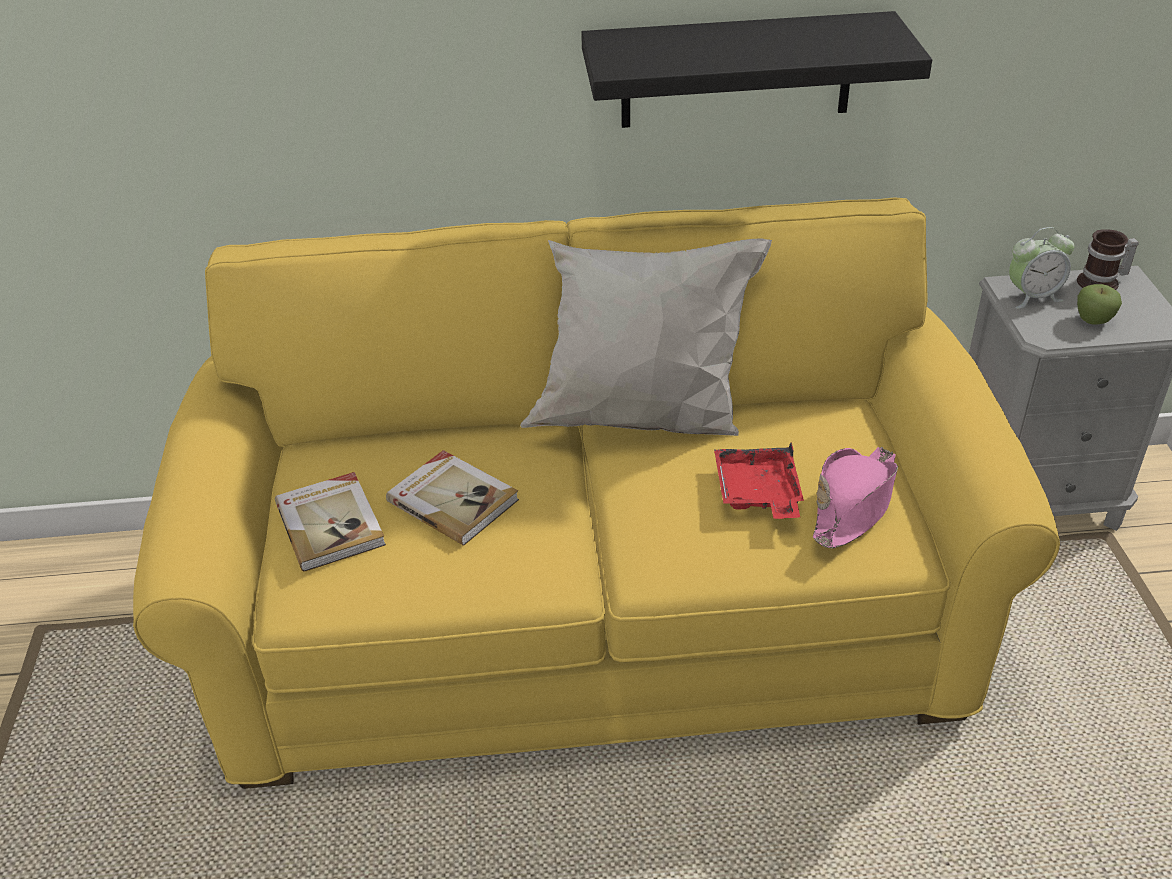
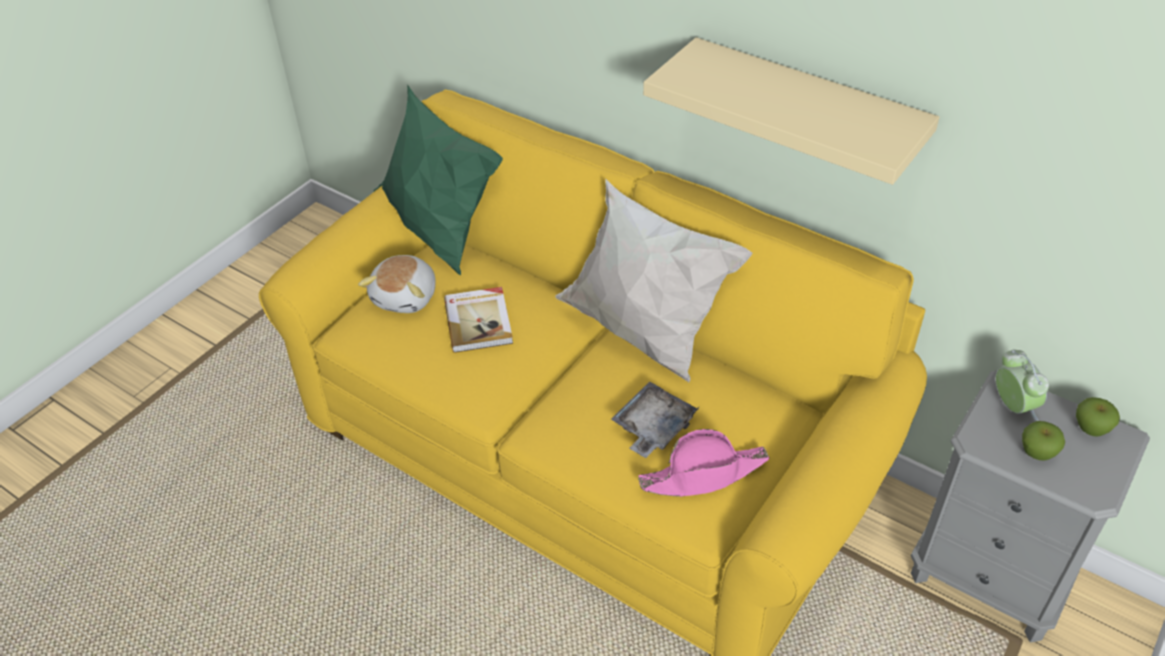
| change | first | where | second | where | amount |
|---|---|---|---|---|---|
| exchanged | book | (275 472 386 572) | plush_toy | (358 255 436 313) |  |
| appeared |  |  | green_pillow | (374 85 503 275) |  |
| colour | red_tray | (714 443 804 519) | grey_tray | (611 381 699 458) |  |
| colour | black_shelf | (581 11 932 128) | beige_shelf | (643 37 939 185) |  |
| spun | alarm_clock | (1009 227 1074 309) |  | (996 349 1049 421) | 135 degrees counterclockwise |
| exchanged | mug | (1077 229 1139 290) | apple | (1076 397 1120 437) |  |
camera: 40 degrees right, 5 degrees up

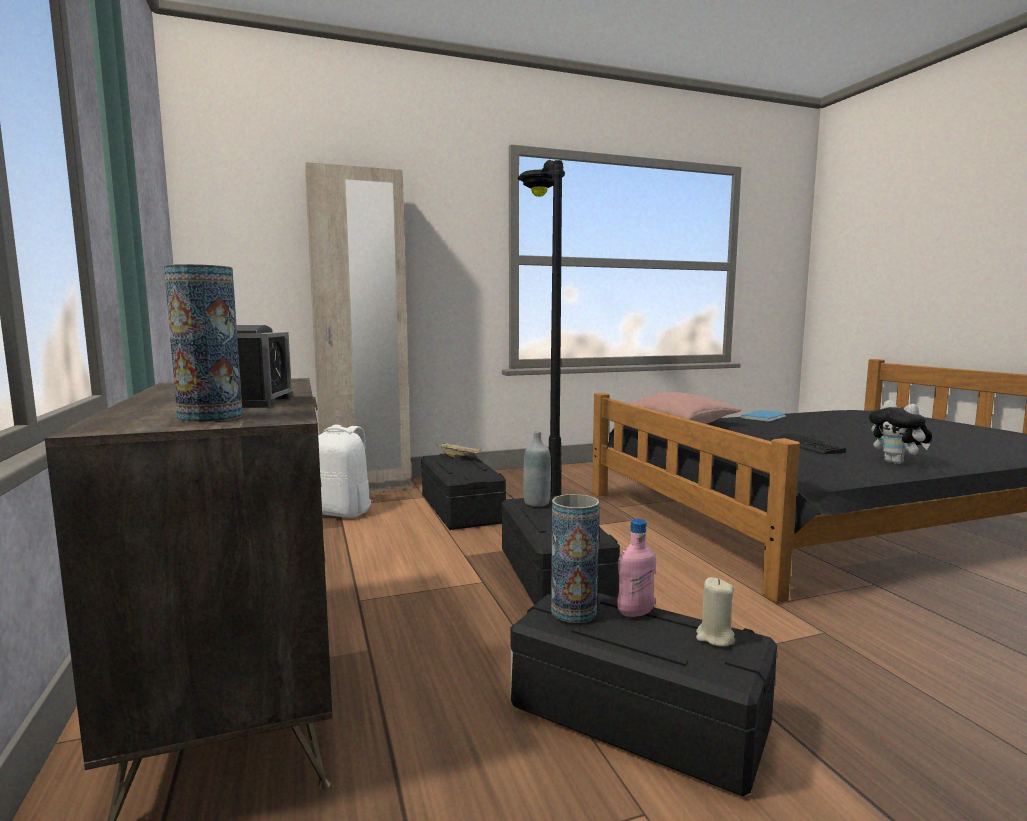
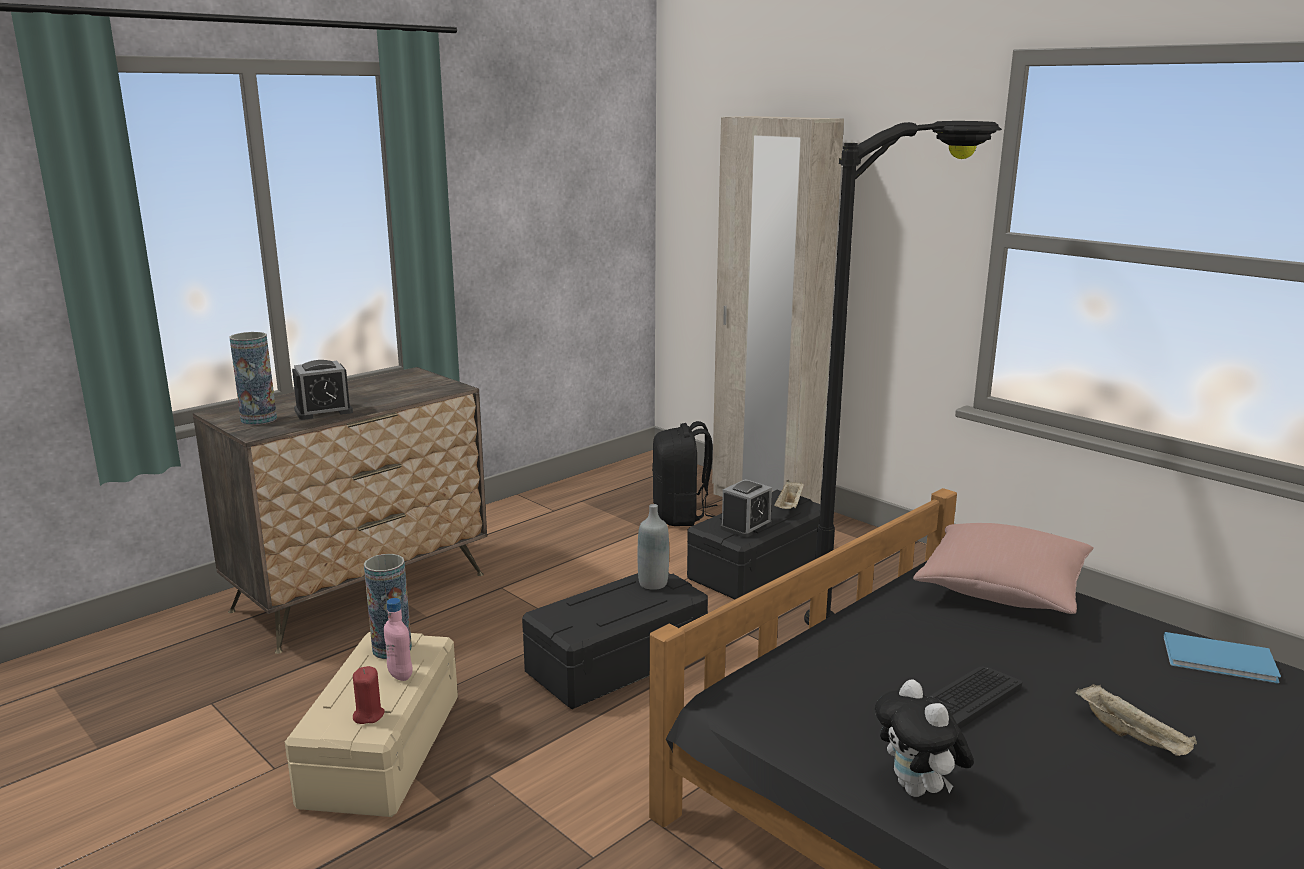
| change | first | where | second | where | amount |
|---|---|---|---|---|---|
| colour | black_storage_box | (511 593 777 796) | beige_storage_box | (285 632 458 817) |  |
| colour | beige_candle | (696 577 735 646) | red_candle | (353 666 385 724) |  |
| colour | white_backpack | (318 425 372 518) | black_backpack | (652 421 718 526) |  |
| appeared |  |  | alarm_clock | (720 479 772 538) |  |
| spun | plush_toy | (869 400 932 464) |  | (875 680 974 797) | 60 degrees counterclockwise |
| appeared |  |  | beige_tray | (1076 684 1197 756) |  |
camera: 65 degrees right, 10 degrees up

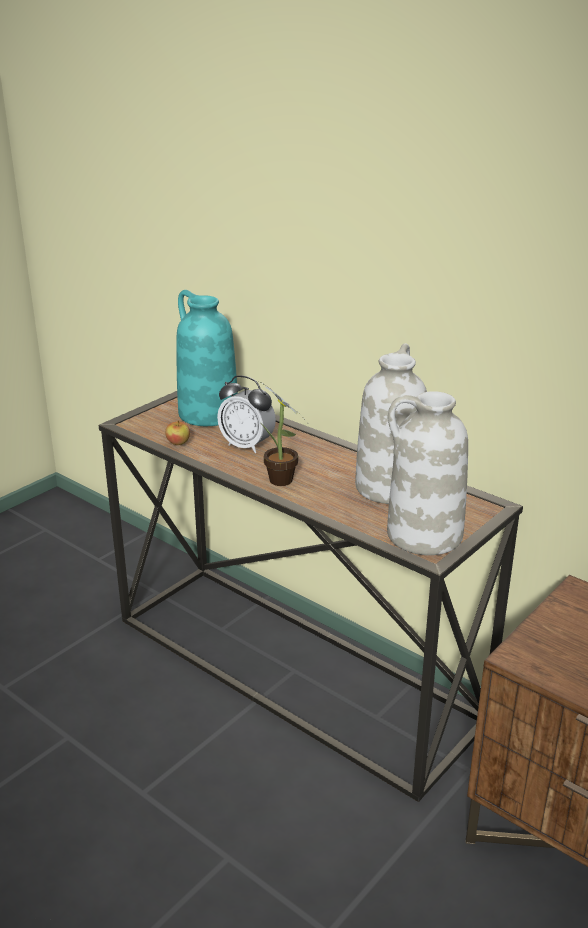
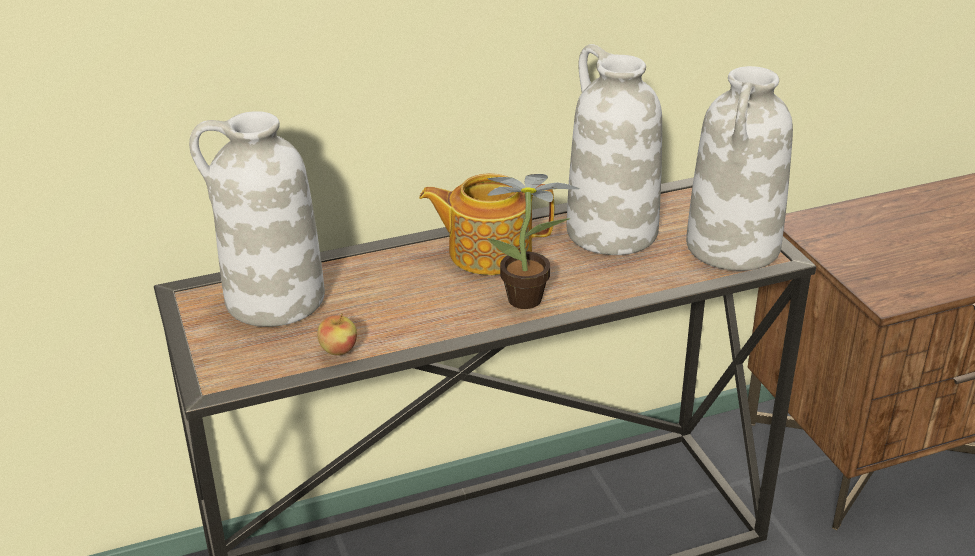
| change | first | where | second | where | amount |
|---|---|---|---|---|---|
| colour | turquoise_vase | (176 290 238 426) | white_vase | (189 111 325 327) |  |
| appeared |  |  | teapot | (419 173 554 275) |  |
| missing | alarm_clock | (217 375 276 453) |  |  |  |
camera: 60 degrees left, 5 degrees up

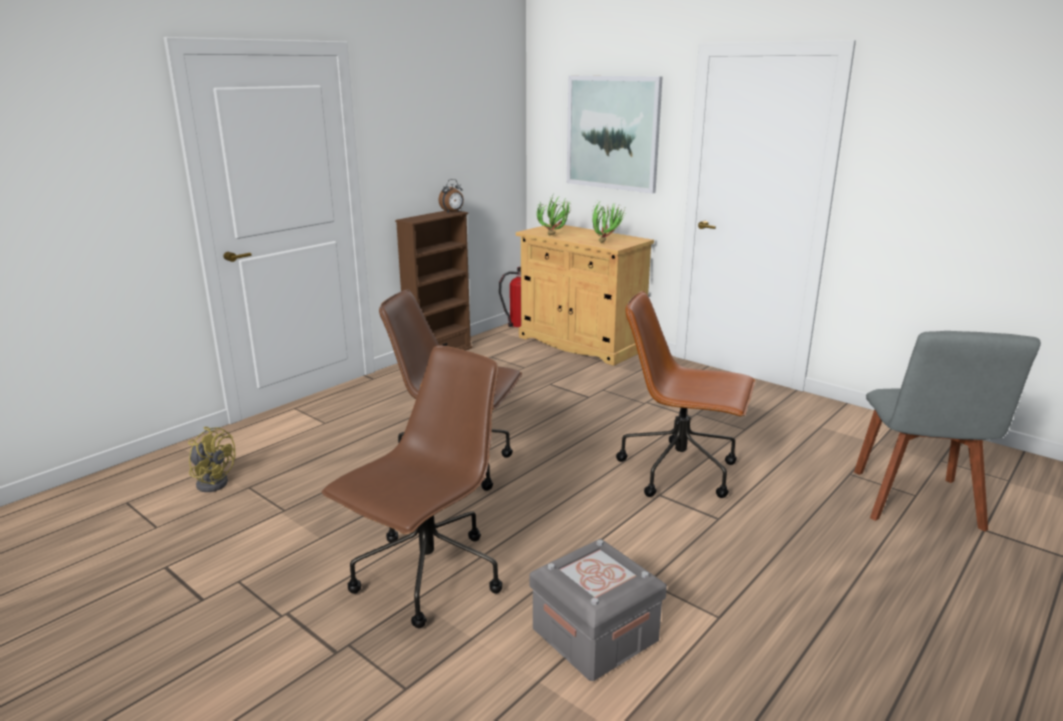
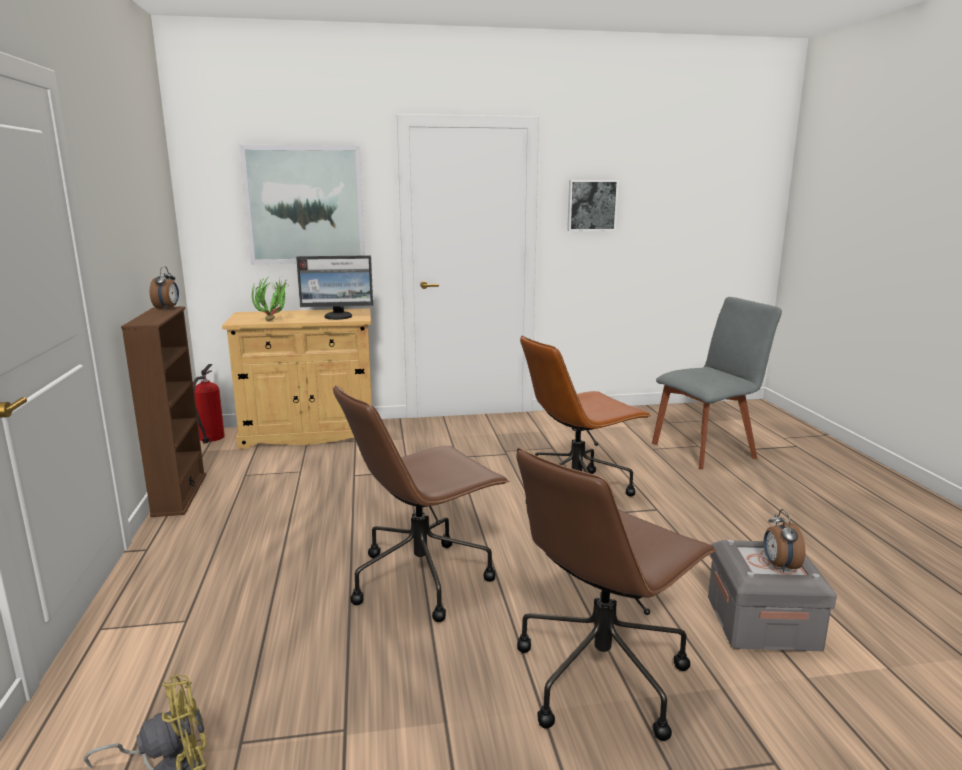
| change | first | where | second | where | amount |
|---|---|---|---|---|---|
| exchanged | potted_plant | (592 201 626 243) | monitor | (296 255 373 320) |  |
| spun | brown_office_chair | (322 345 502 628) |  | (516 448 717 741) | 120 degrees counterclockwise |
| appeared |  |  | picture | (567 180 619 231) |  |
| spun | grey_chair | (854 331 1041 532) |  | (652 297 782 469) | 75 degrees counterclockwise |
| appeared |  |  | alarm_clock | (764 509 805 573) |  |
camera: 50 degrees left, 5 degrees down

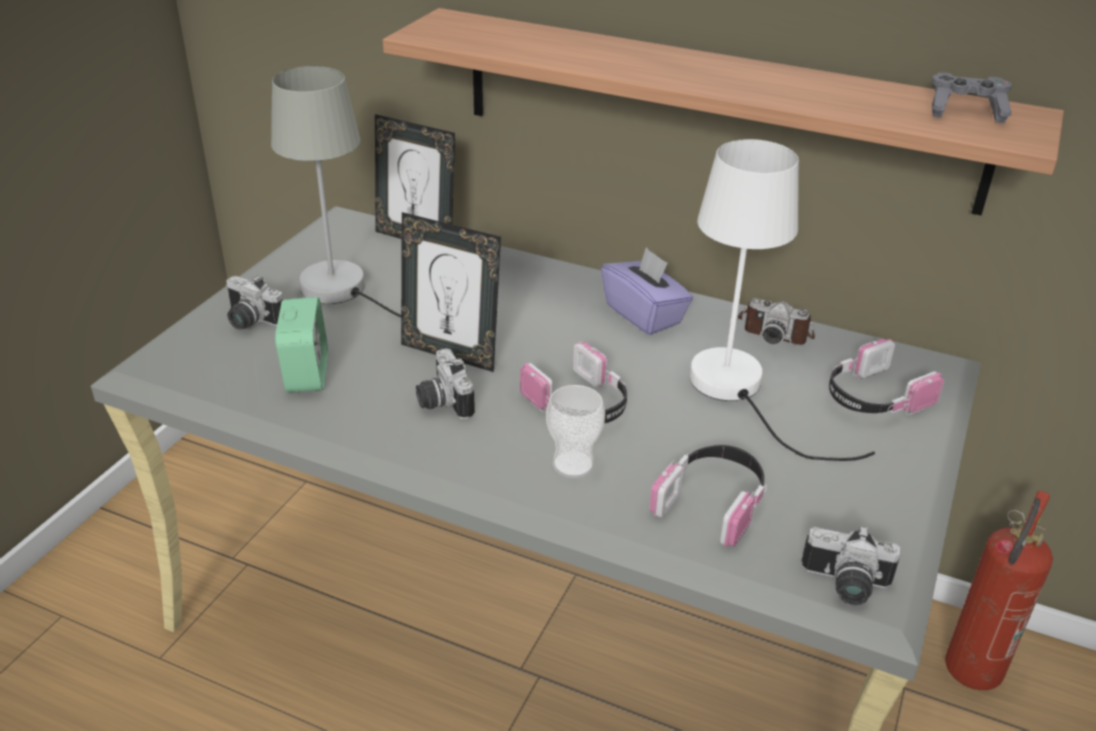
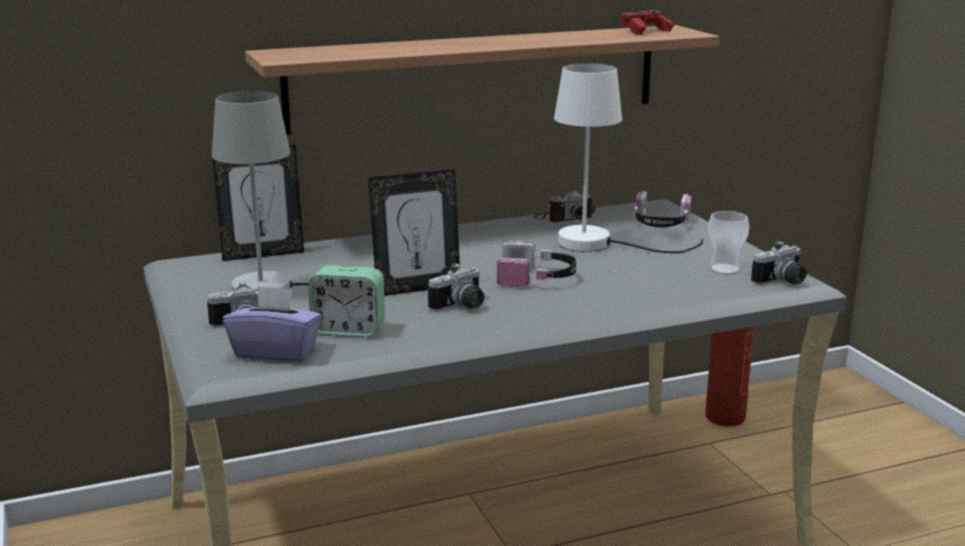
| change | first | where | second | where | amount |
|---|---|---|---|---|---|
| relocated | purple_tissue_box | (601 247 693 335) |  | (223 286 322 362) |  |
| spun | alarm_clock | (275 297 328 392) |  | (309 265 385 337) | 150 degrees clockwise |
| spun | photo_camera | (416 348 475 420) |  | (428 263 484 312) | 60 degrees counterclockwise |
| colour | grey_game_controller | (932 72 1012 123) | red_game_controller | (620 10 674 35) |  |
| relocated | cup | (546 385 605 478) |  | (708 211 749 275) |  |
| missing | headphones | (650 445 767 547) |  |  |  |
camera: 45 degrees left, 15 degrees down

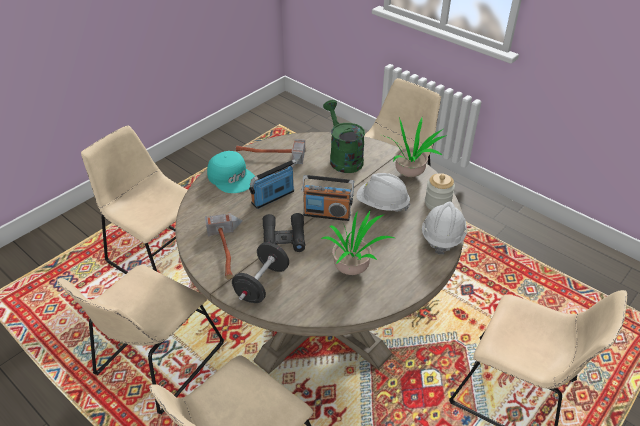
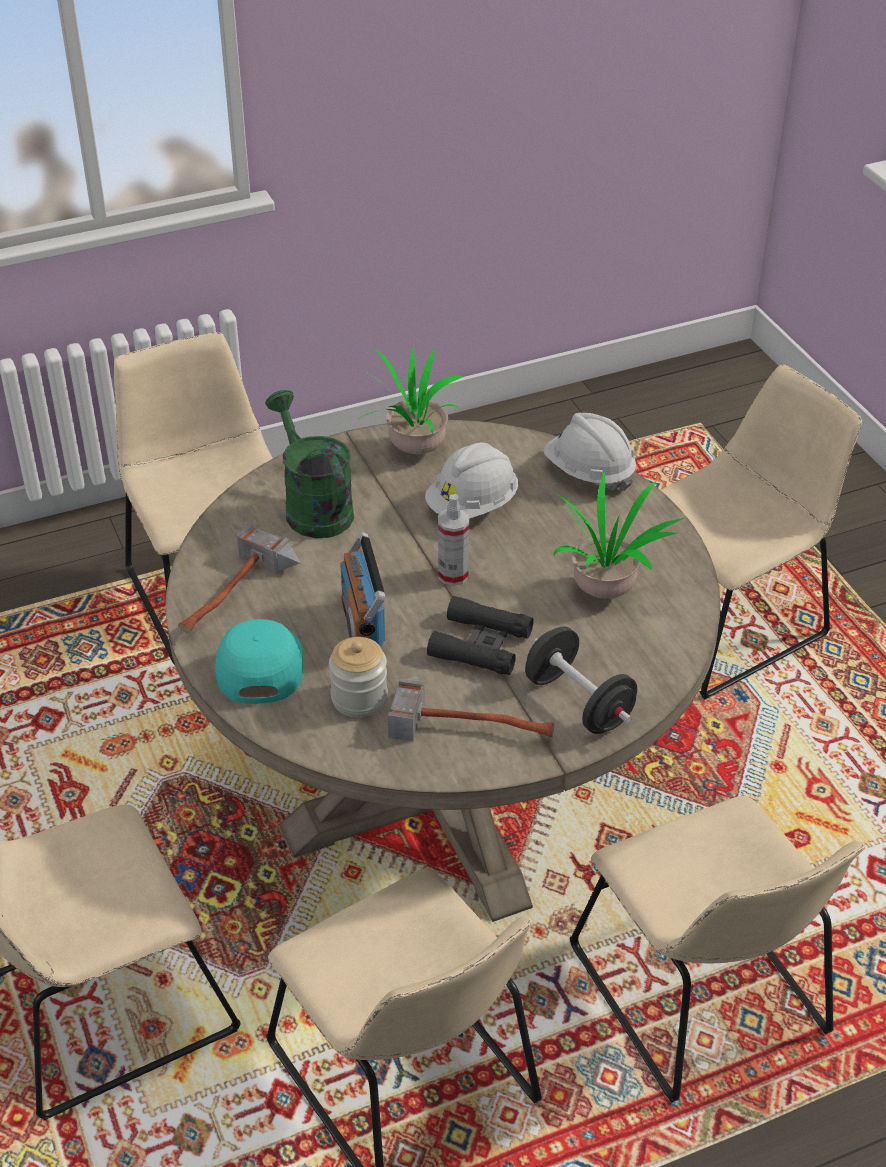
| change | first | where | second | where | amount |
|---|---|---|---|---|---|
| spun | turquoise_cap | (207 151 255 193) |  | (215 619 303 704) | 75 degrees counterclockwise |
| spun | green_watering_can | (323 100 365 173) |  | (265 390 354 538) | 60 degrees clockwise |
| relocated | jar | (425 173 455 210) |  | (329 637 388 718) |  |
| exchanged | radio | (302 175 354 221) | spray_bottle | (438 494 469 586) |  |
camera: 65 degrees left, 0 degrees up

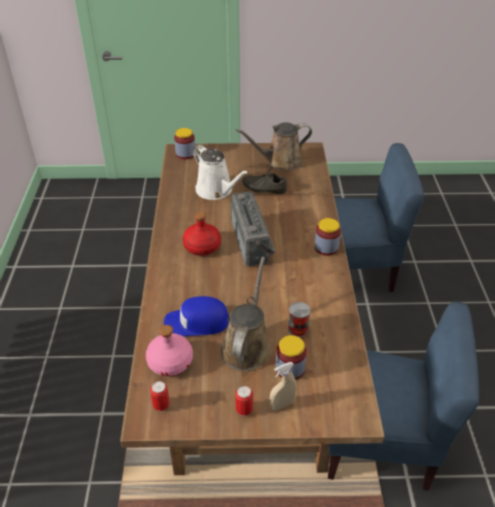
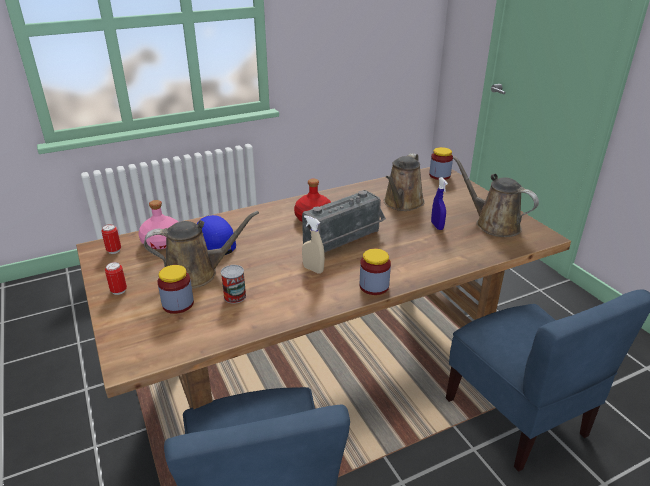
| change | first | where | second | where | amount |
|---|---|---|---|---|---|
| relocated | beige_spray_bottle | (270 362 296 411) |  | (302 215 325 274) |  |
| colour | white_watering_can | (193 145 249 200) | brown_watering_can | (383 153 425 211) |  |
| exchanged | grey_shoe | (242 165 287 194) | blue_spray_bottle | (431 177 448 230) |  |
camera: 65 degrees right, 10 degrees down

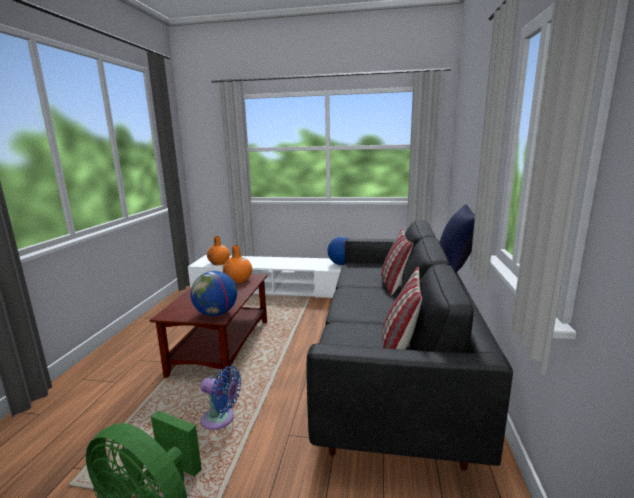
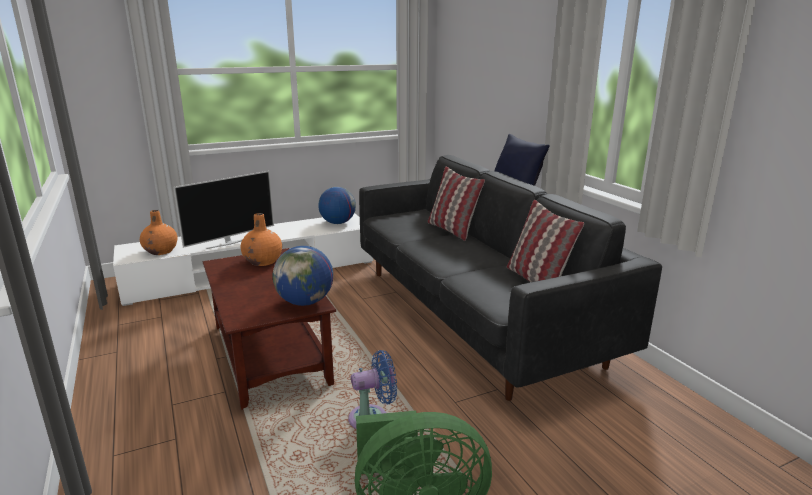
| change | first | where | second | where | amount |
|---|---|---|---|---|---|
| appeared |  |  | television | (173 171 274 249) |  |
camera: 35 degrees left, 5 degrees up

